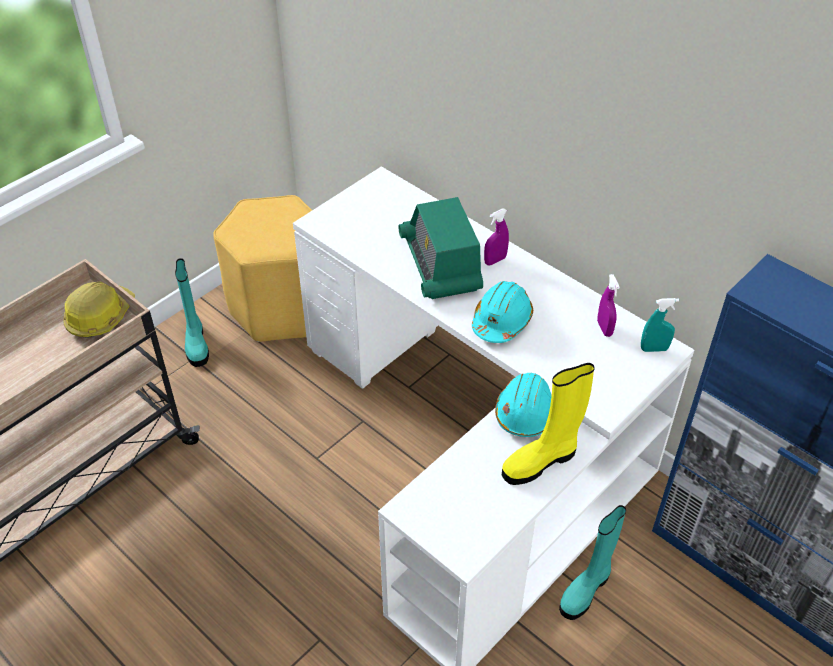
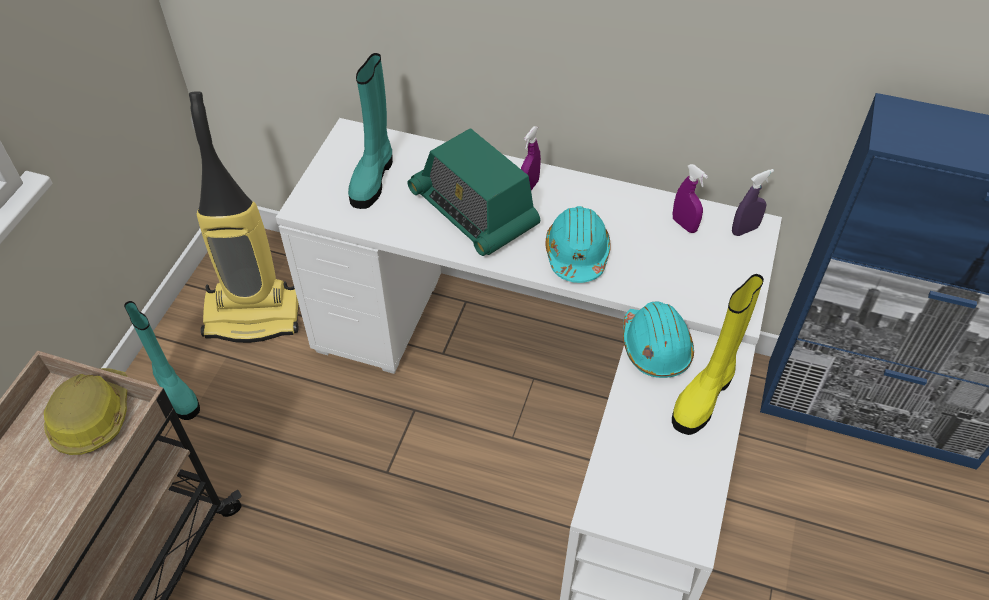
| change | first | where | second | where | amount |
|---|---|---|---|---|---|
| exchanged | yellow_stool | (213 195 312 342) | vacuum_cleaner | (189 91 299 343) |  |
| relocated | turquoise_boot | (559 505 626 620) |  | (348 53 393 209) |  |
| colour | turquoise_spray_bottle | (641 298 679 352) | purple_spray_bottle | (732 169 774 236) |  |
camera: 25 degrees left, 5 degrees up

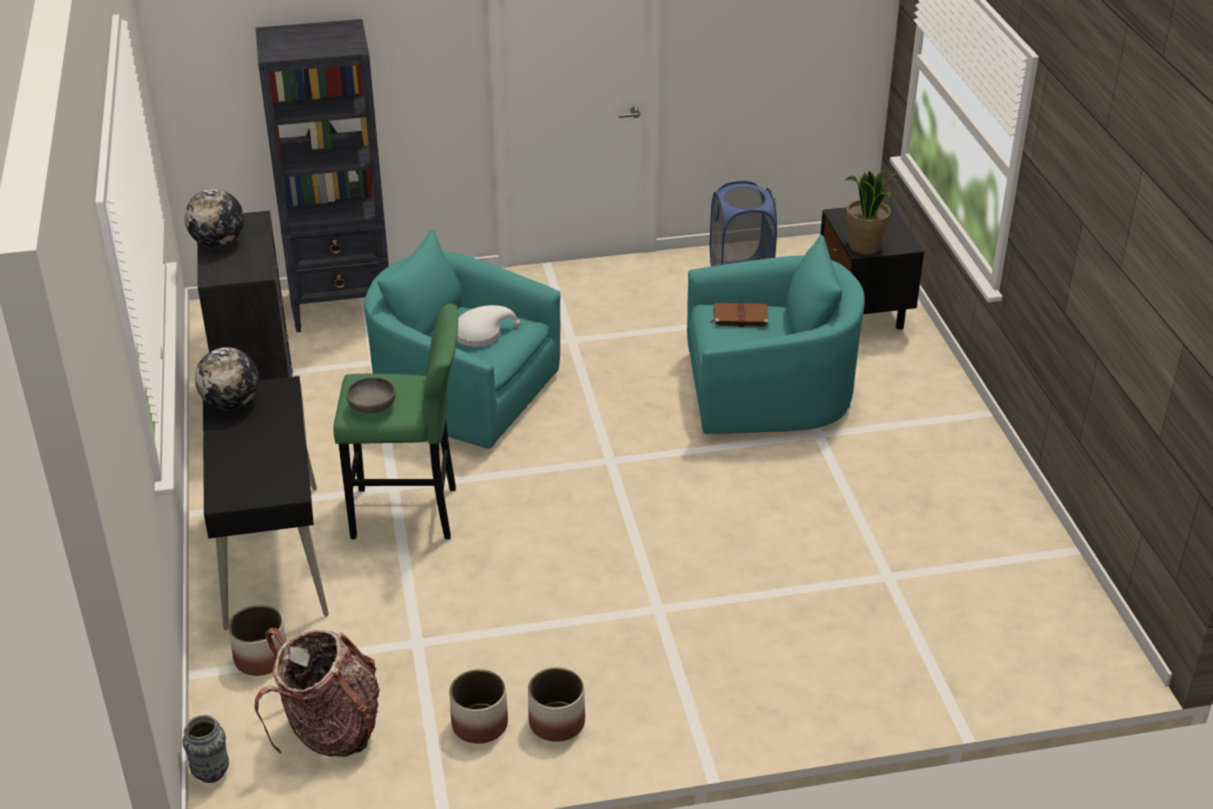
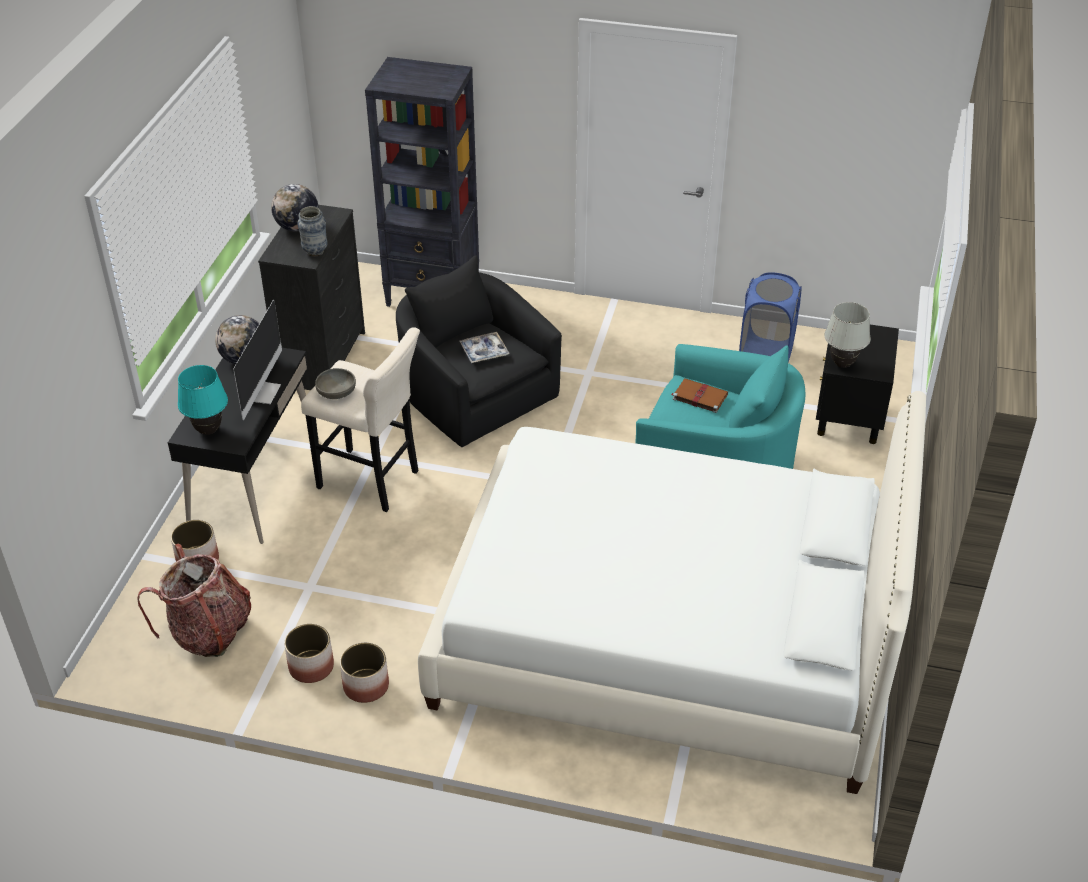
| change | first | where | second | where | amount |
|---|---|---|---|---|---|
| appeared |  |  | turquoise_table_lamp | (178 365 228 435) |  |
| appeared |  |  | monitor | (233 300 282 420) |  |
| relocated | vase | (182 715 229 783) |  | (297 206 328 257) |  |
| colour | green_stool | (333 304 458 540) | beige_stool | (301 327 420 512) |  |
| colour | turquoise_armchair | (364 230 561 449) | black_armchair | (396 255 562 447) |  |
| appeared |  |  | white_bed | (418 391 926 794) |  |
| exchanged | white_hat | (457 305 521 347) | tray | (459 332 510 363) |  |
| exchanged | potted_plant | (844 170 898 254) | white_table_lamp | (824 302 871 368) |  |
camera: 25 degrees right, 5 degrees up

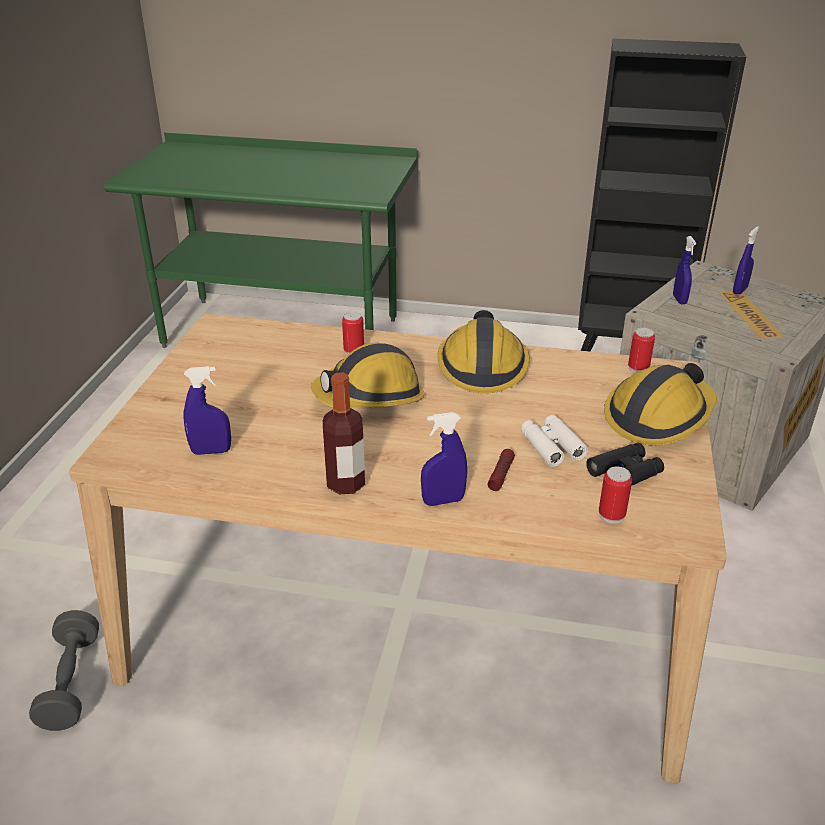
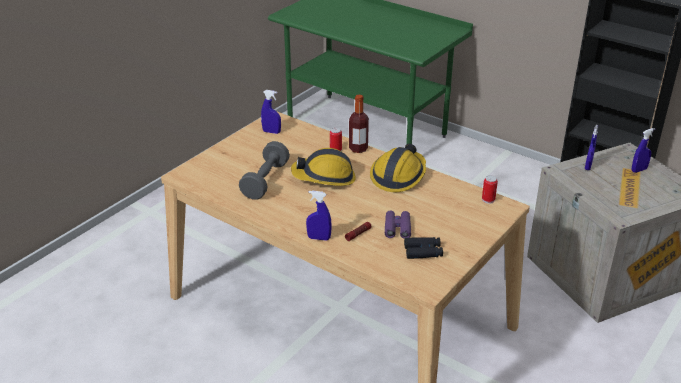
| change | first | where | second | where | amount |
|---|---|---|---|---|---|
| relocated | grey_dumbbell | (29 610 99 731) |  | (239 141 290 200) |  |
| relocated | blue_spray_bottle | (184 366 231 455) |  | (261 90 281 134) |  |
| relocated | bottle | (323 372 365 495) |  | (349 95 369 153) |  |
| colour | white_binoculars | (521 415 588 467) | purple_binoculars | (385 211 411 239) |  |
| missing | can | (599 467 632 524) |  |  |  |
| missing | hard_hat | (604 363 717 446) |  |  |  |
camera: 25 degrees right, 0 degrees up

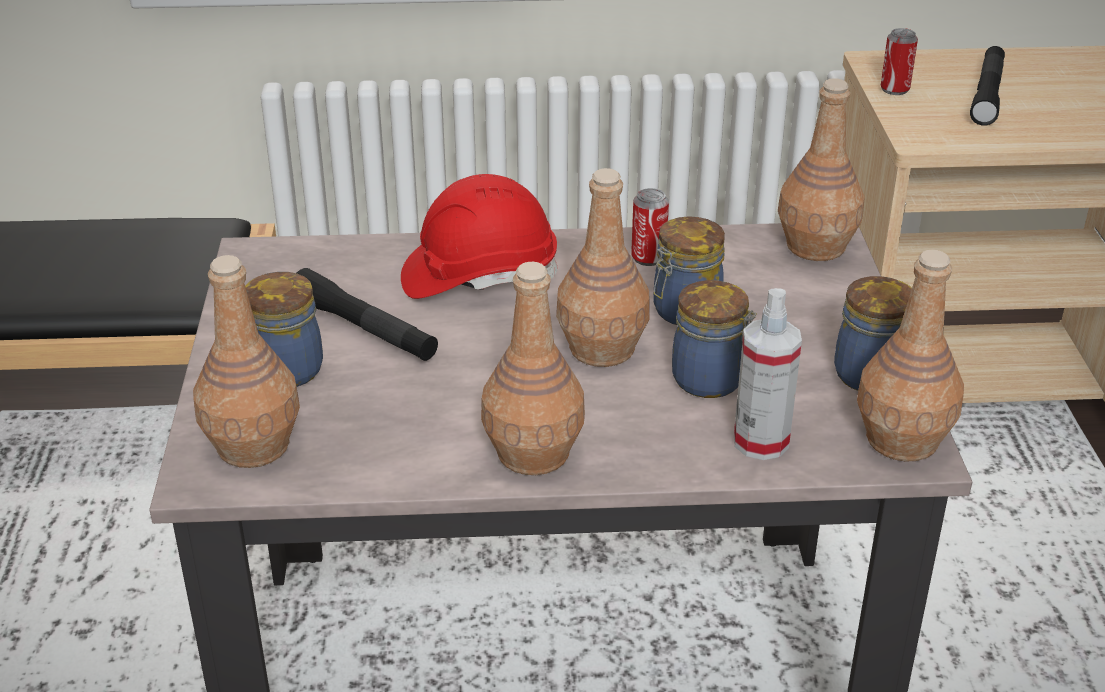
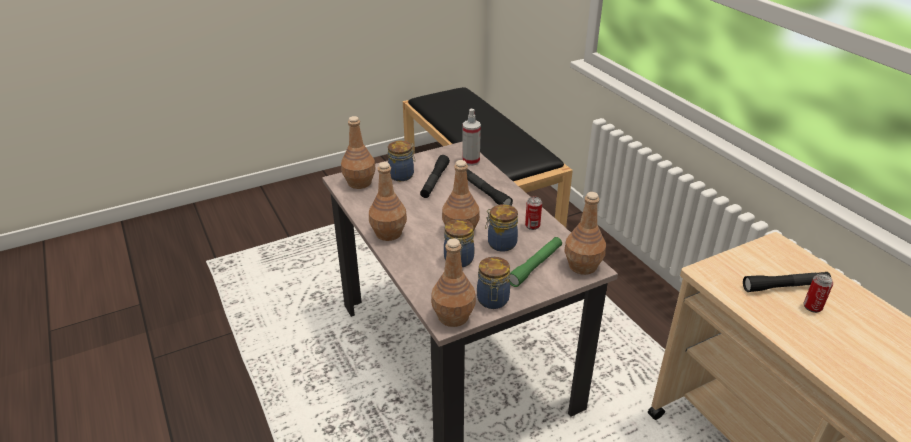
| change | first | where | second | where | amount |
|---|---|---|---|---|---|
| relocated | spray_bottle | (734 288 802 460) |  | (462 109 481 166) |  |
| exchanged | red_hard_hat | (401 174 558 299) | black_flashlight | (467 169 513 206) |  |
| appeared |  |  | green_flashlight | (509 237 562 287) |  |
| relocated | can | (881 28 918 95) |  | (804 274 833 313) |  |
camera: 65 degrees right, 0 degrees up

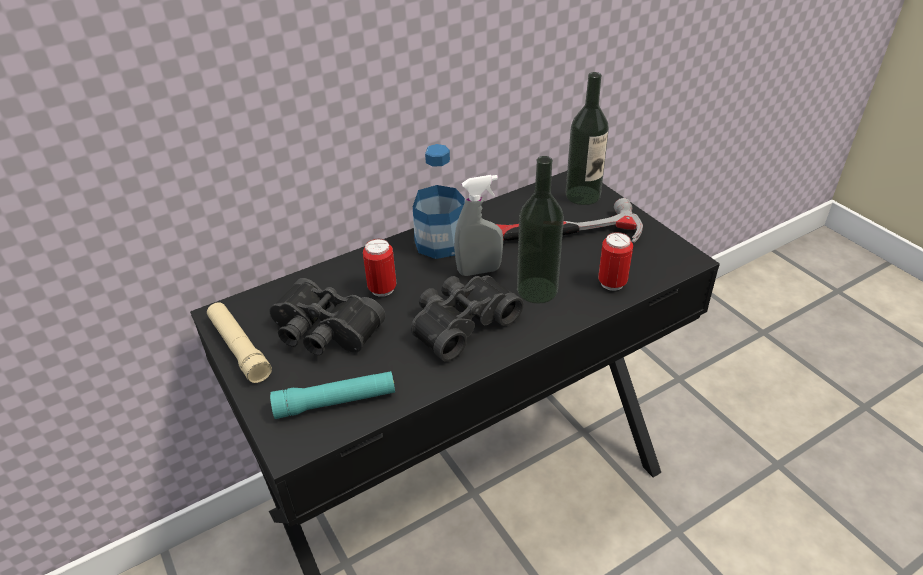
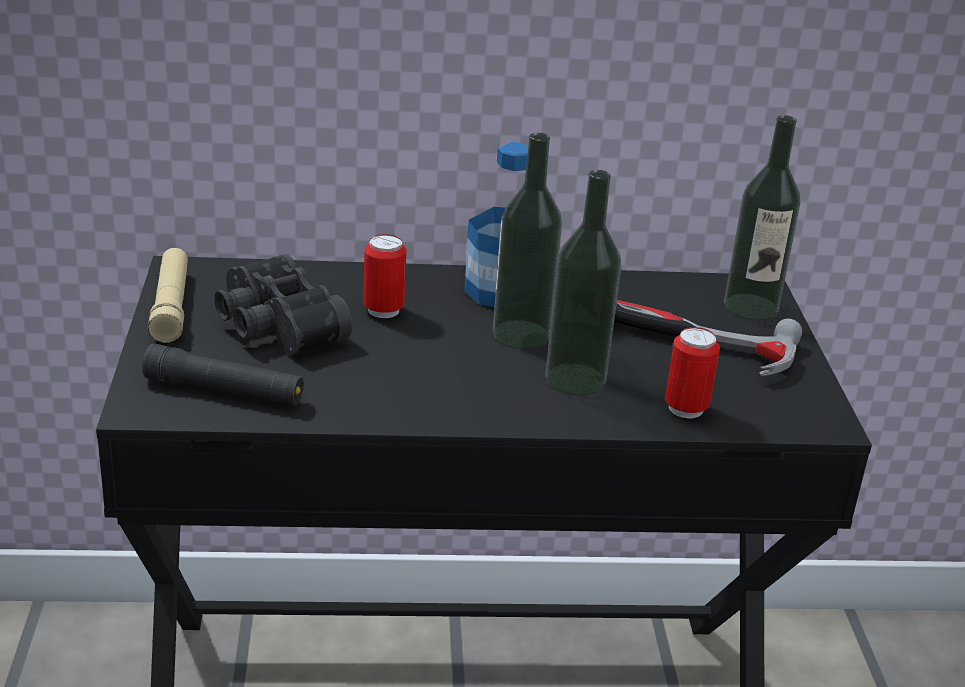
| change | first | where | second | where | amount |
|---|---|---|---|---|---|
| colour | turquoise_flashlight | (270 371 395 419) | black_flashlight | (142 344 304 405) |  |
| exchanged | grey_spray_bottle | (454 175 503 276) | bottle | (493 133 562 349) |  |
| missing | black_binoculars | (411 276 524 362) |  |  |  |
camera: 25 degrees right, 10 degrees down

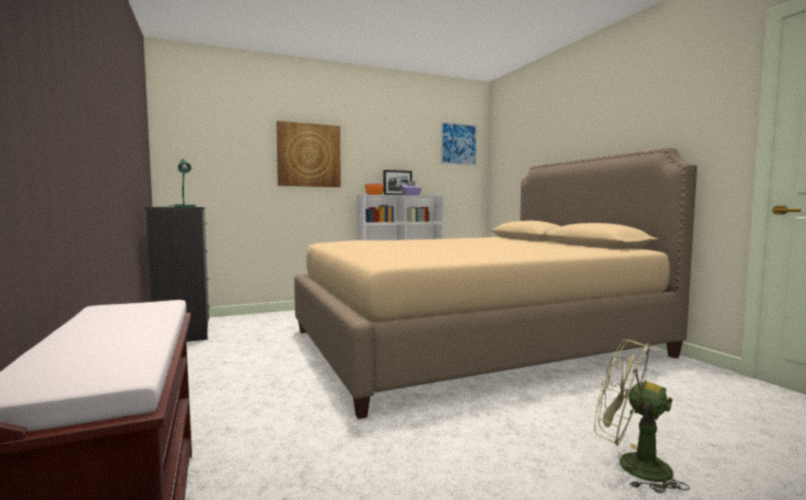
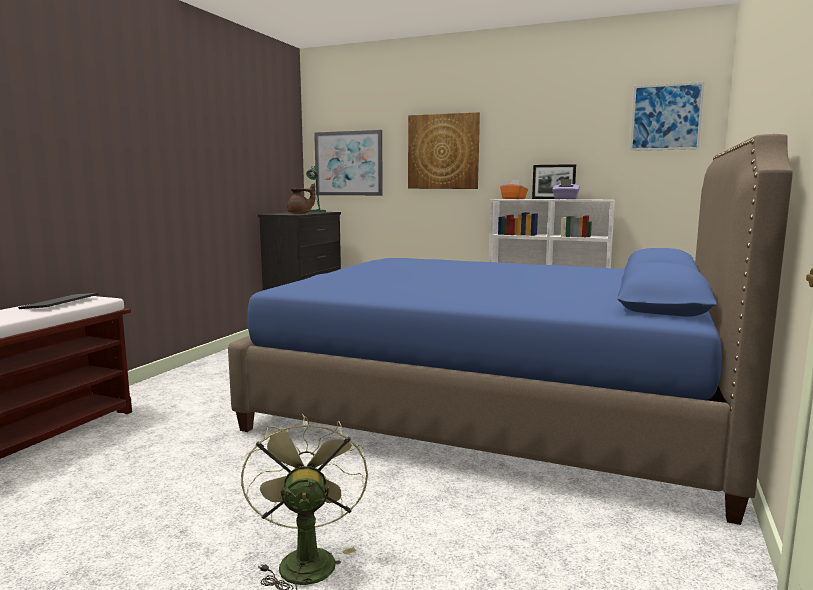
| change | first | where | second | where | amount |
|---|---|---|---|---|---|
| appeared |  |  | keyboard | (18 293 99 309) |  |
| colour | beige_bed | (294 148 697 419) | blue_bed | (228 134 793 525) |  |
| appeared |  |  | brown_teapot | (287 183 315 214) |  |
| appeared |  |  | picture | (314 130 383 196) |  |
camera: 45 degrees right, 5 degrees up

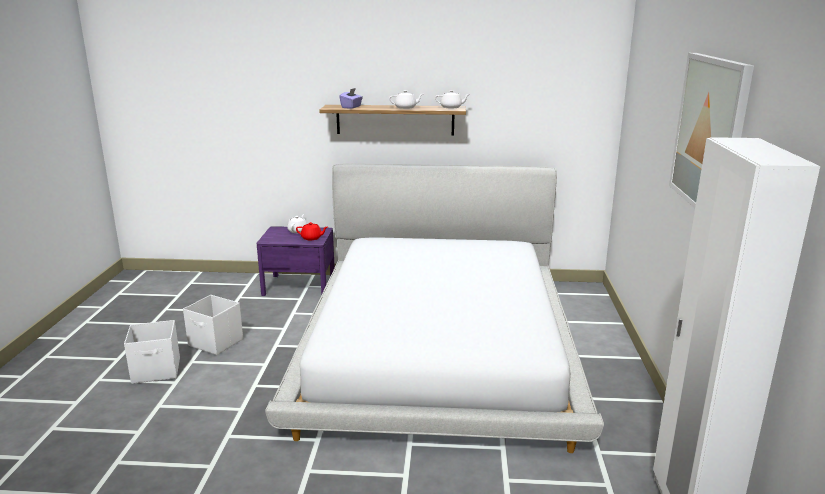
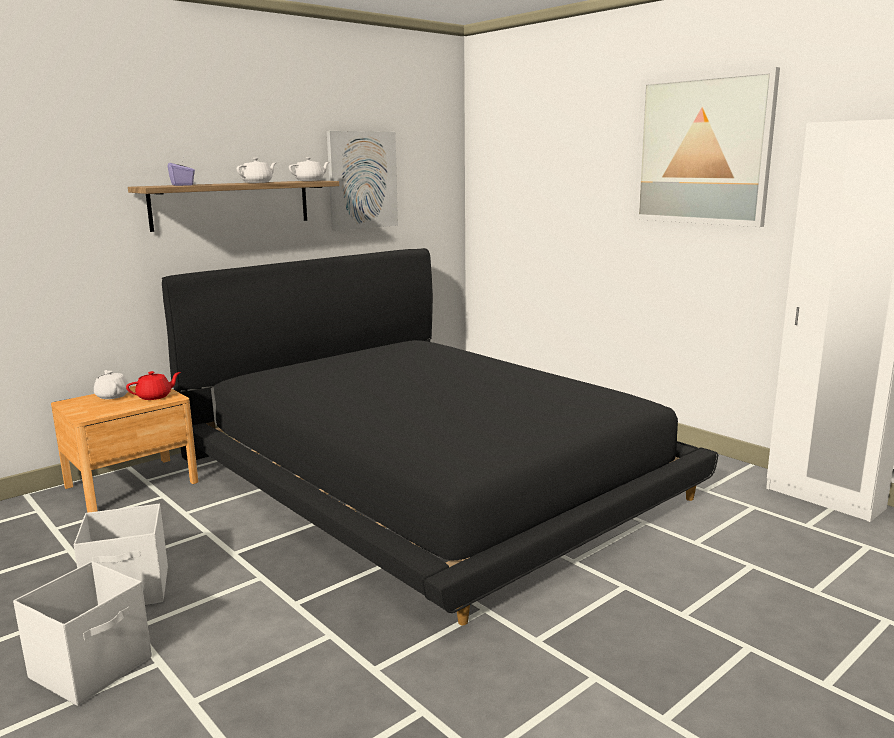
| change | first | where | second | where | amount |
|---|---|---|---|---|---|
| colour | purple_nightstand | (257 226 335 296) | brown_nightstand | (51 386 198 513) |  |
| colour | white_bed | (265 164 604 453) | black_bed | (162 248 718 625) |  |
| appeared |  |  | picture | (327 131 398 231) |  |
camera: 45 degrees left, 5 degrees down

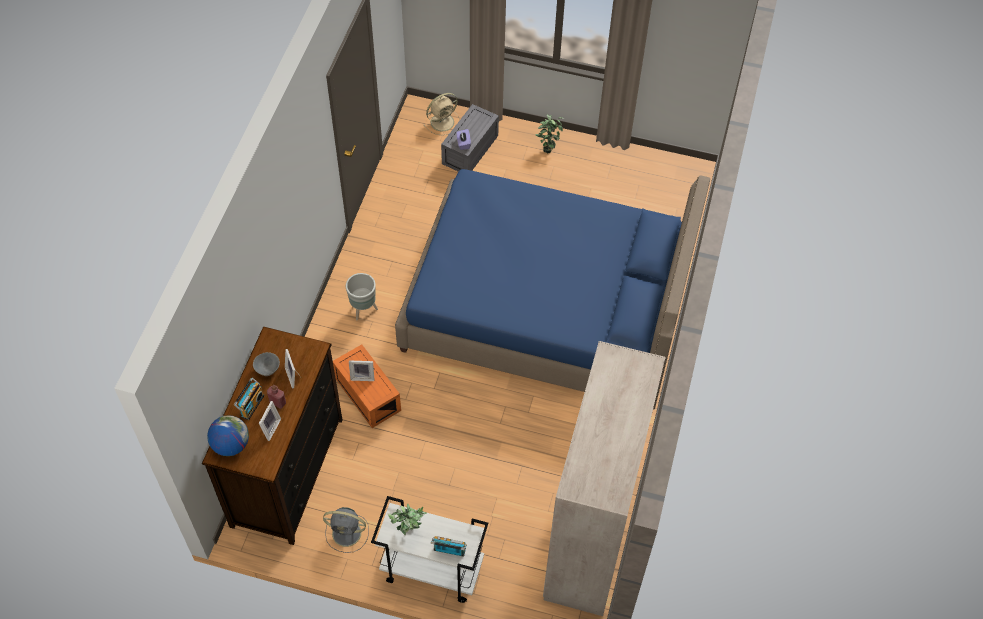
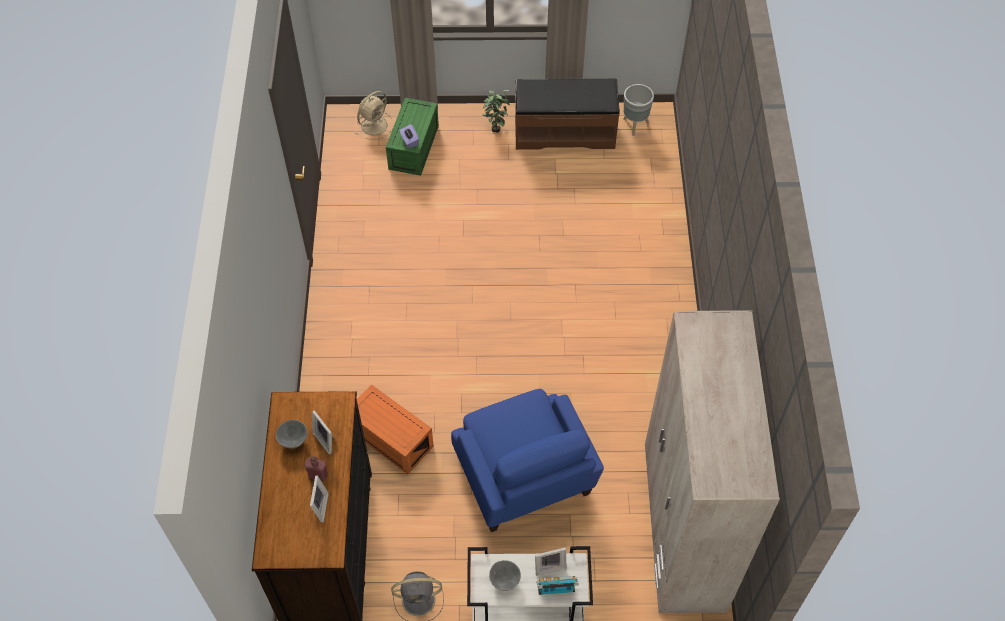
| change | first | where | second | where | amount |
|---|---|---|---|---|---|
| colour | grey_storage_box | (441 104 499 172) | green_storage_box | (386 98 439 176) |  |
| appeared |  |  | blue_armchair | (451 389 604 532) |  |
| exchanged | potted_plant | (388 504 427 535) | grey_bowl | (489 560 521 591) |  |
| appeared |  |  | brown_bench | (515 79 620 150) |  |
| relocated | picture_frame | (349 360 374 381) |  | (535 547 566 576) |  |
| relocated | grey_planter | (346 273 378 321) |  | (623 84 654 136) |  |
| missing | globe | (207 415 249 456) |  |  |  |
| missing | radio | (234 378 264 420) |  |  |  |
| missing | blue_bed | (395 169 710 410) |  |  |  |
camera: 15 degrees left, 0 degrees up

